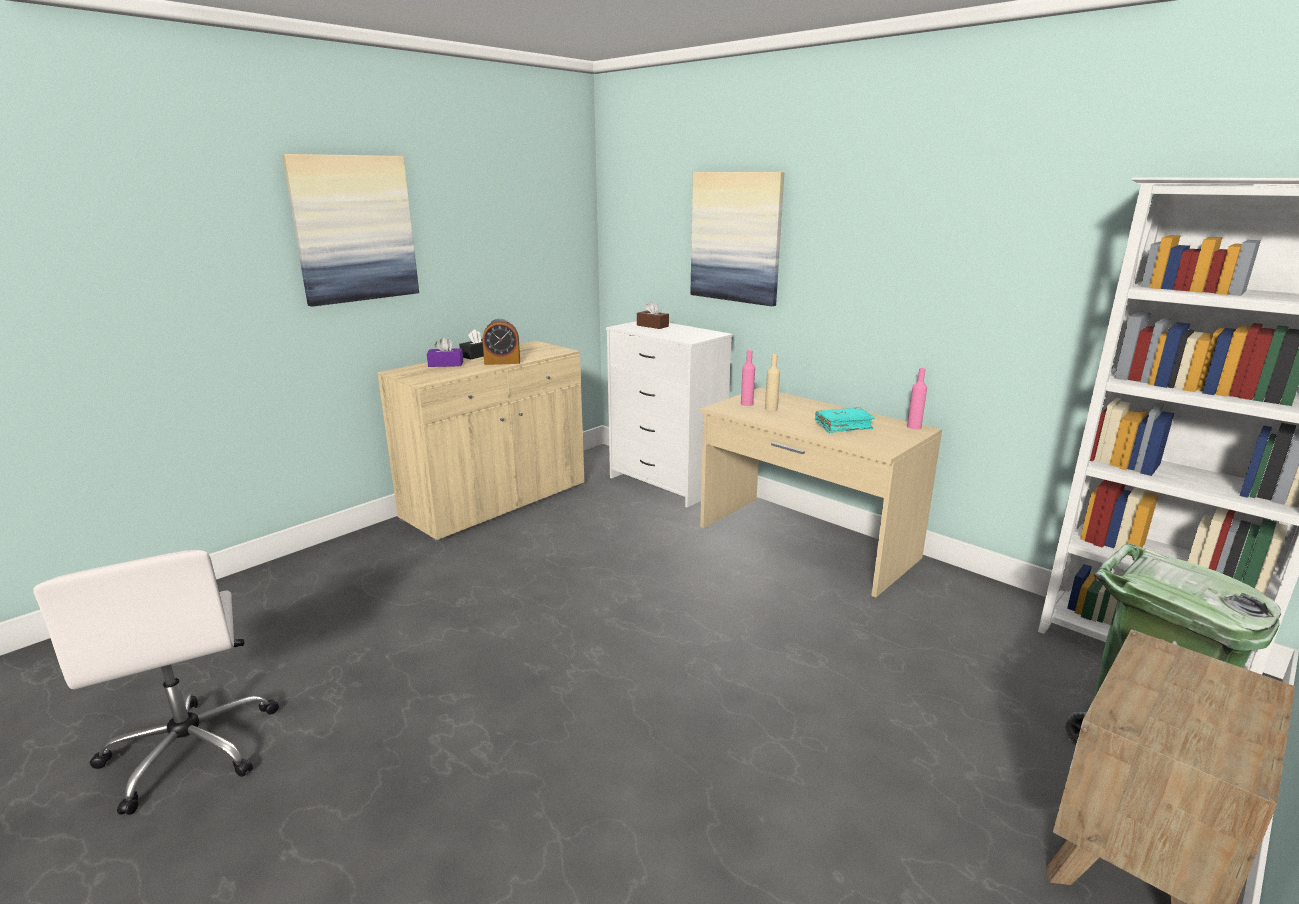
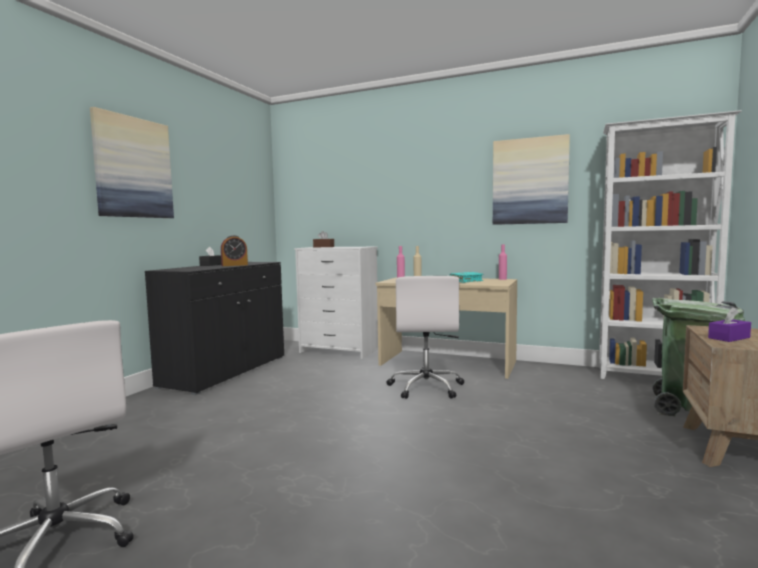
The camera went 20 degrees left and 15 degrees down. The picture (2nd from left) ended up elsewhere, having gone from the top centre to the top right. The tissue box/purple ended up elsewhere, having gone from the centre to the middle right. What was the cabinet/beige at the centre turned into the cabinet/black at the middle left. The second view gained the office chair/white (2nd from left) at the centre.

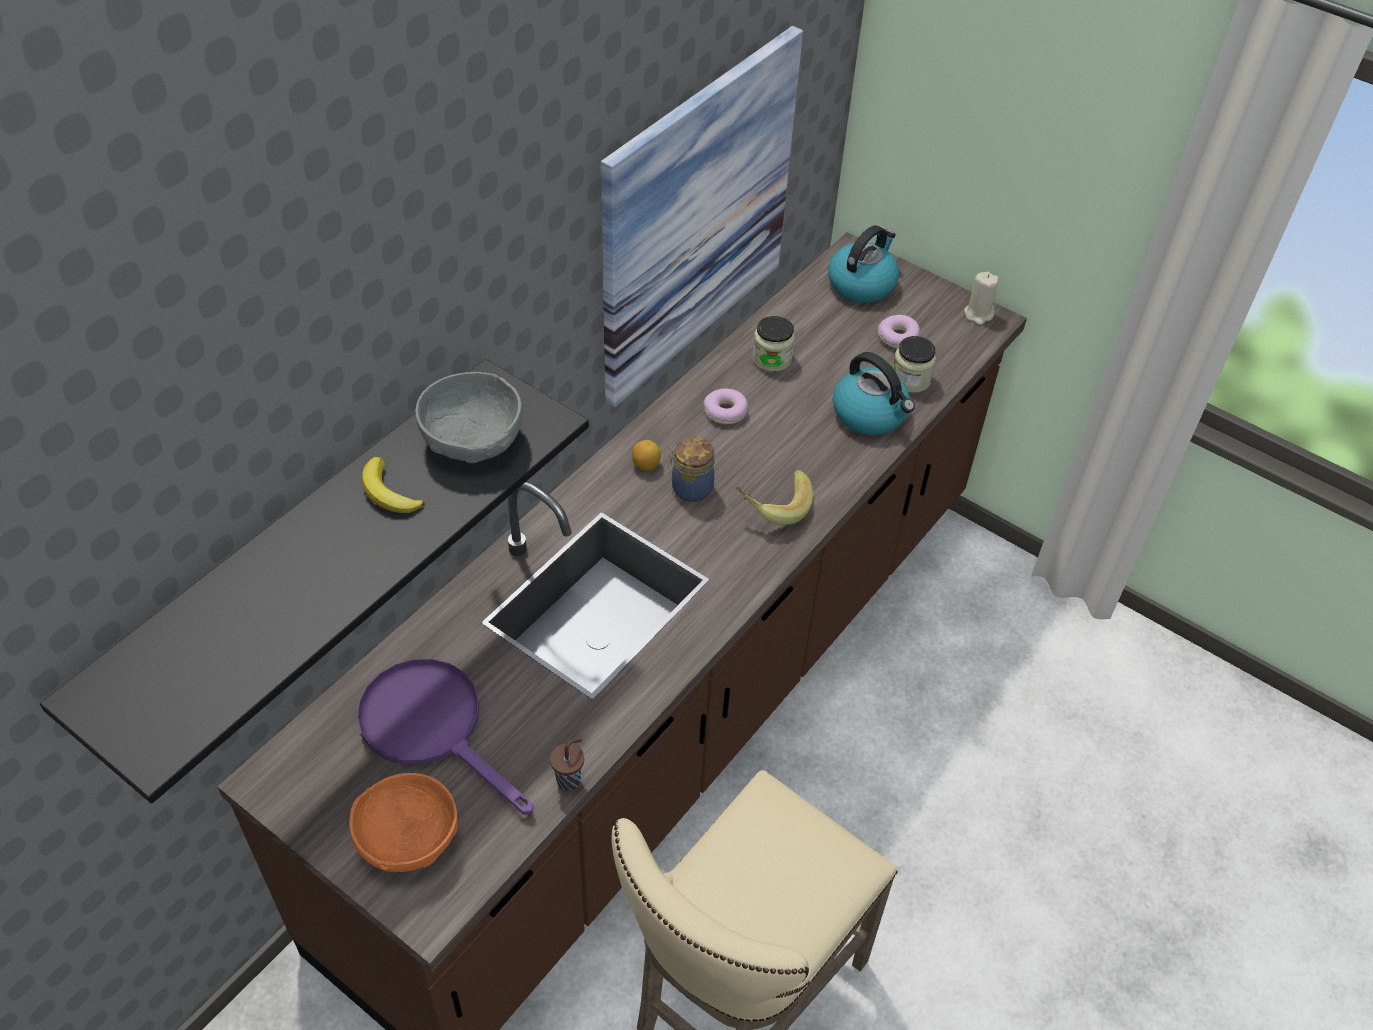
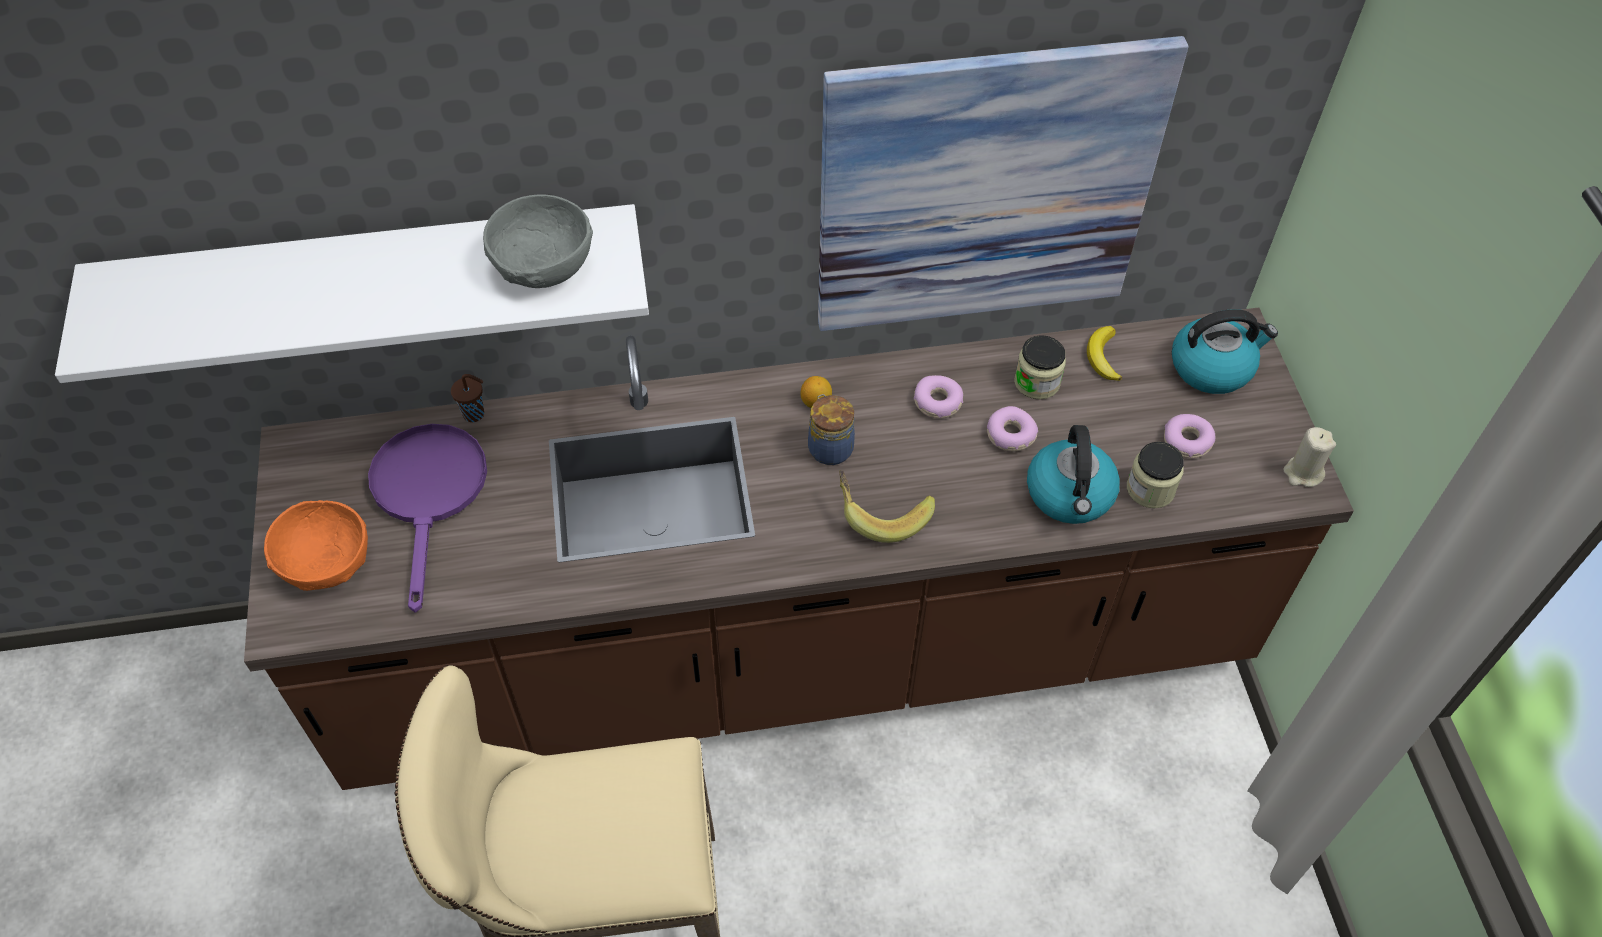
The camera went 45 degrees right and 5 degrees up. What was the shelf/black at the middle left turned into the shelf/white at the top left. The banana (1st from left in the first image) ended up elsewhere, having gone from the middle left to the middle right. The cup/brown ended up elsewhere, having gone from the bottom centre to the middle left. The second view gained the donut (2nd from left) at the centre.

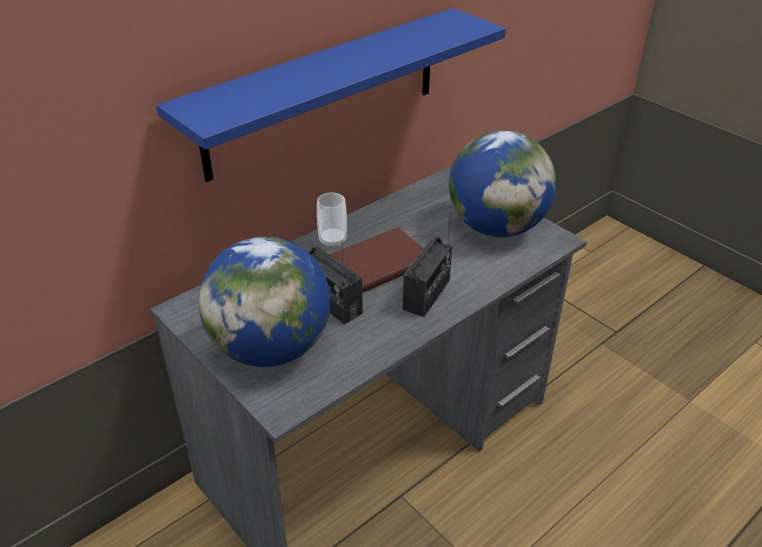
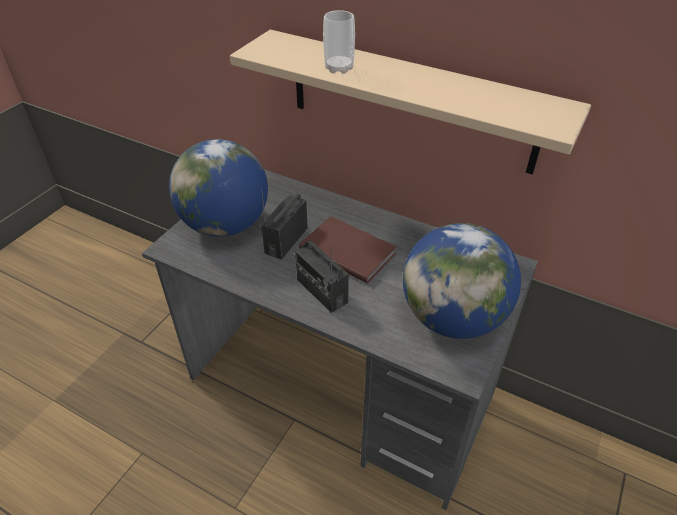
The camera went 70 degrees right and 5 degrees up. What was the shelf/blue at the top centre turned into the shelf/beige at the top centre. The cup ended up elsewhere, having gone from the centre to the top centre. The radio (2nd from left) at the centre ended up facing another way, 45 degrees clockwise from before.

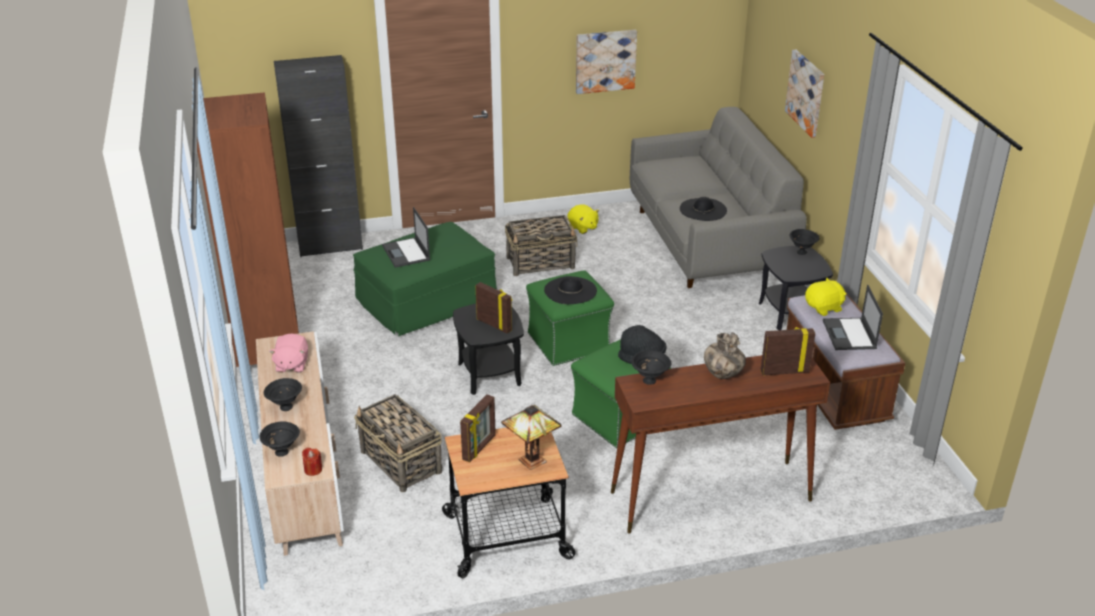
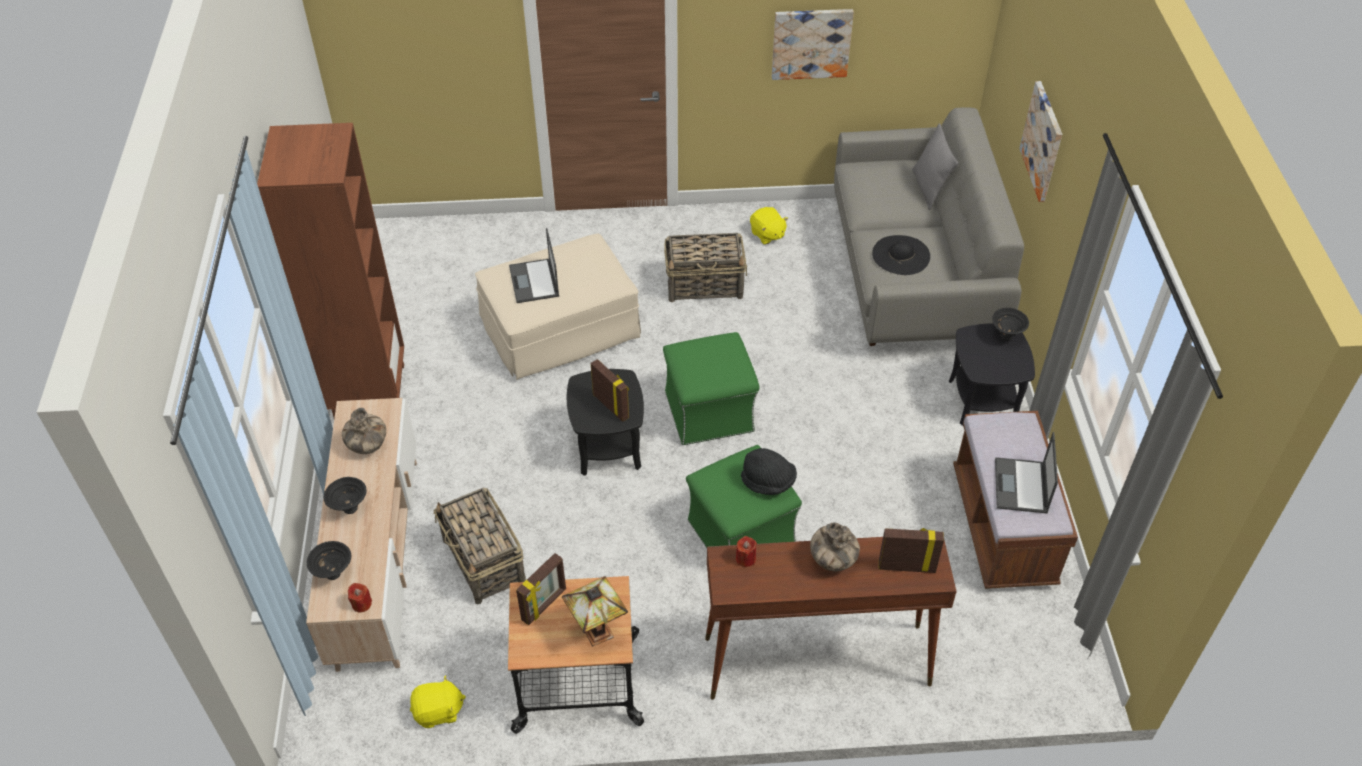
The camera went 10 degrees right and 15 degrees up. The second view lost the cabinet/black at the top left. What was the ottoman/green (1st from left) at the centre turned into the ottoman/beige at the centre. The second view lost the hat/black (1st from left) at the centre. The plush toy/yellow (2nd from left in the first image) ended up elsewhere, having gone from the middle right to the bottom left. Where the plush toy/pink stood at the middle left, the vase (1st from left) came to stand at the middle left. Where the bowl/black (3rd from left) stood at the centre, the candle/red (2nd from left) came to stand at the bottom centre. The second view gained the pillow/grey at the top right.

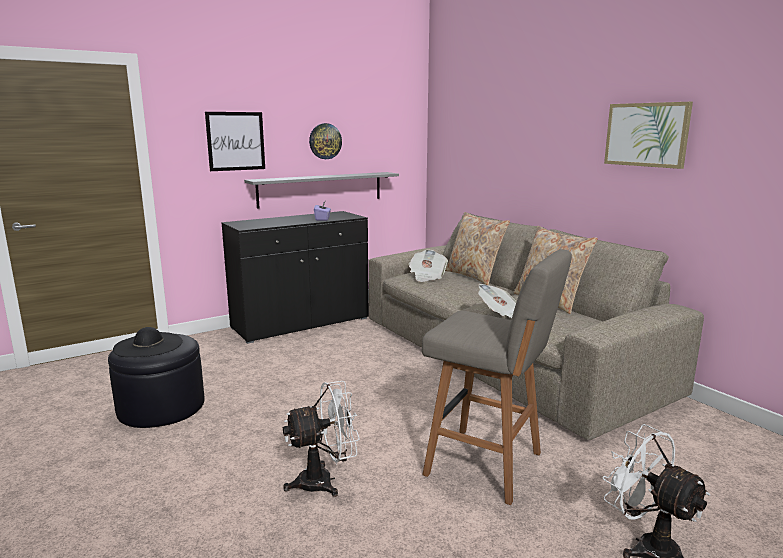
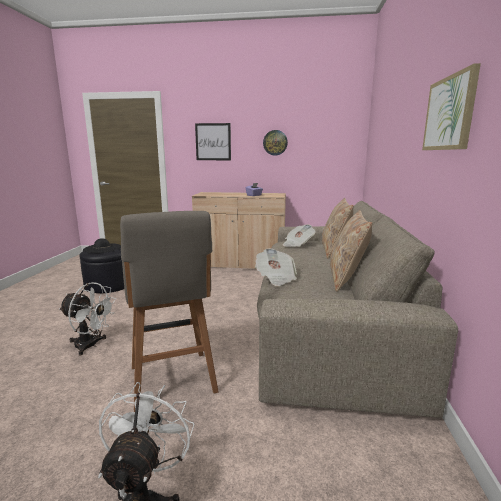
The camera went 40 degrees right and 0 degrees up. The second view lost the shelf/grey at the centre. What was the cabinet/black at the centre turned into the cabinet/beige at the centre.

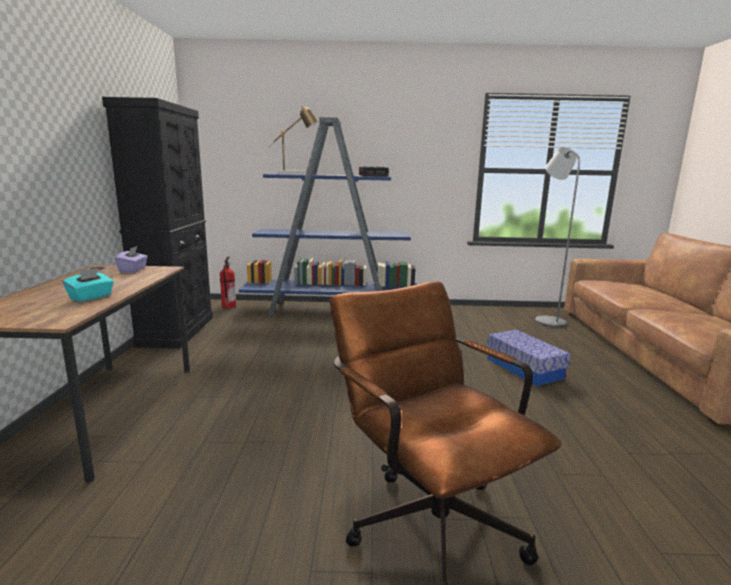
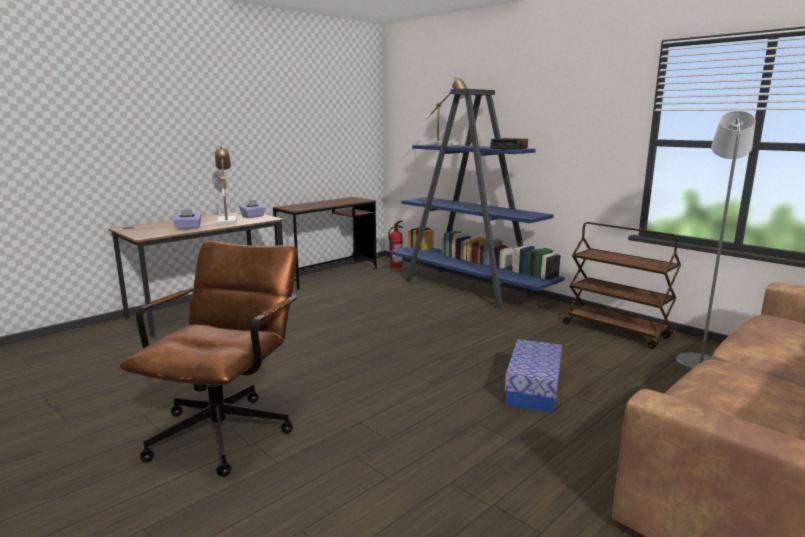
The camera went 45 degrees right and 0 degrees up. Where the cabinet/black stood at the middle left, the desk/brown (2nd from left) came to stand at the centre. What was the tissue box/turquoise at the middle left turned into the tissue box/purple (1st from left) at the middle left. The second view gained the table lamp (1st from left) at the middle left. The second view gained the cart/brown at the middle right.

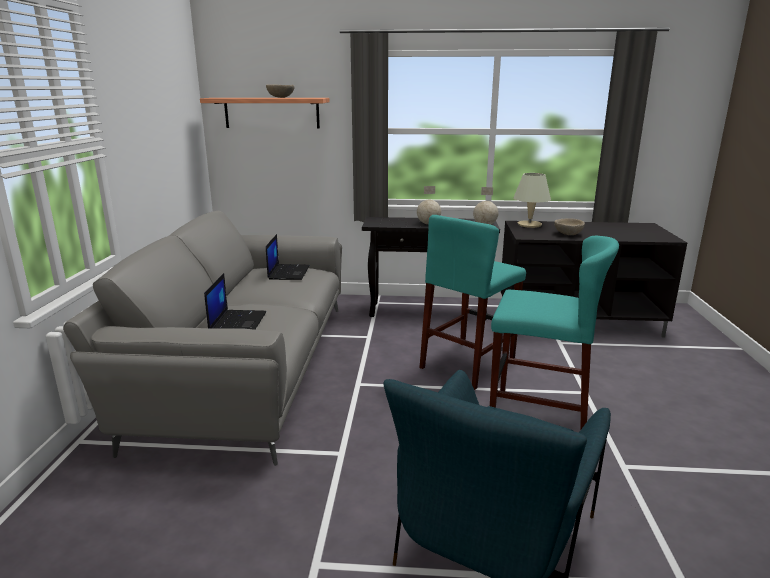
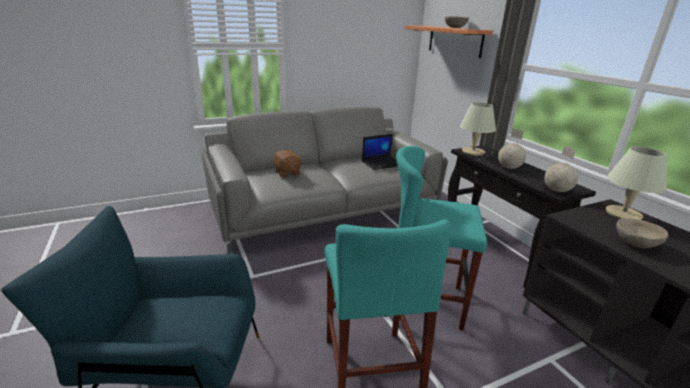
The camera went 60 degrees right and 5 degrees up. Where the laptop (1st from left) stood at the middle left, the plush toy/brown came to stand at the centre. The second view gained the table lamp/beige (1st from left) at the top right.

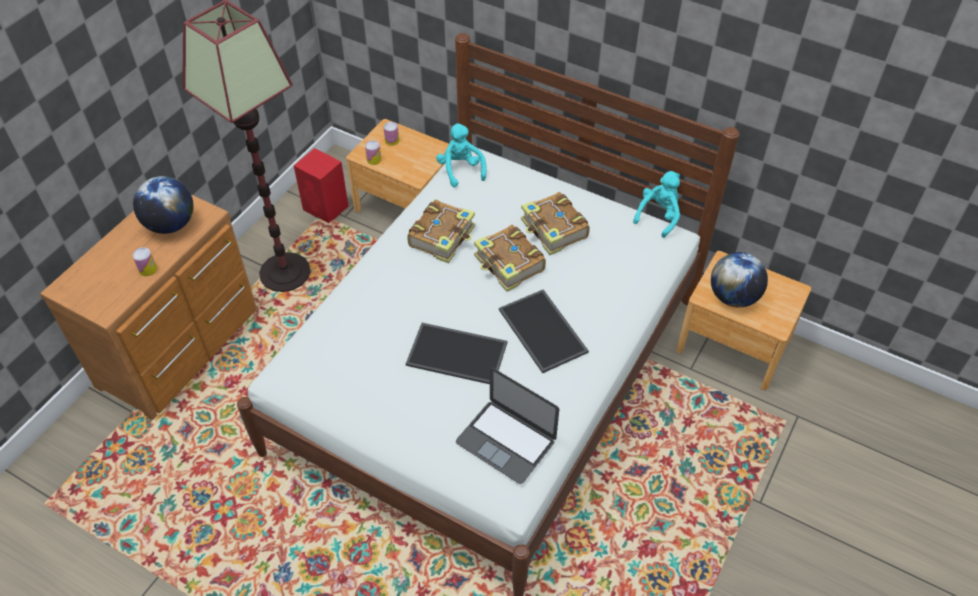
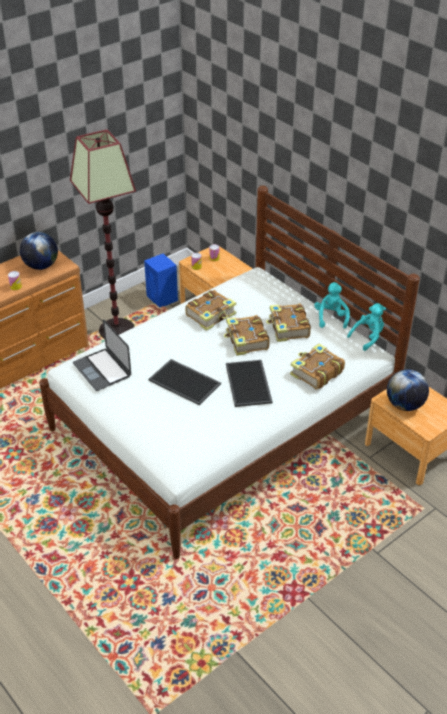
The camera went 20 degrees right and 10 degrees down. The plush toy/turquoise (1st from left) ended up elsewhere, having gone from the top centre to the middle right. What was the speaker/red at the top left turned into the speaker/blue at the centre. The laptop ended up elsewhere, having gone from the bottom centre to the middle left. The second view gained the book (4th from left) at the middle right.

